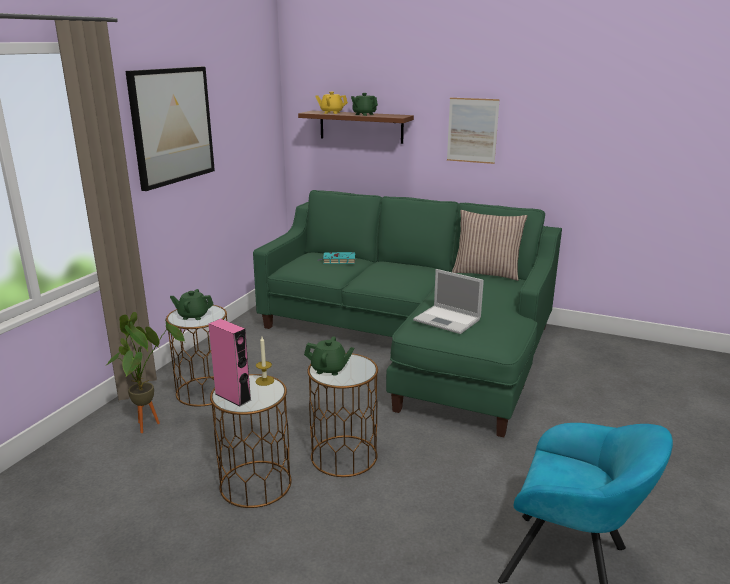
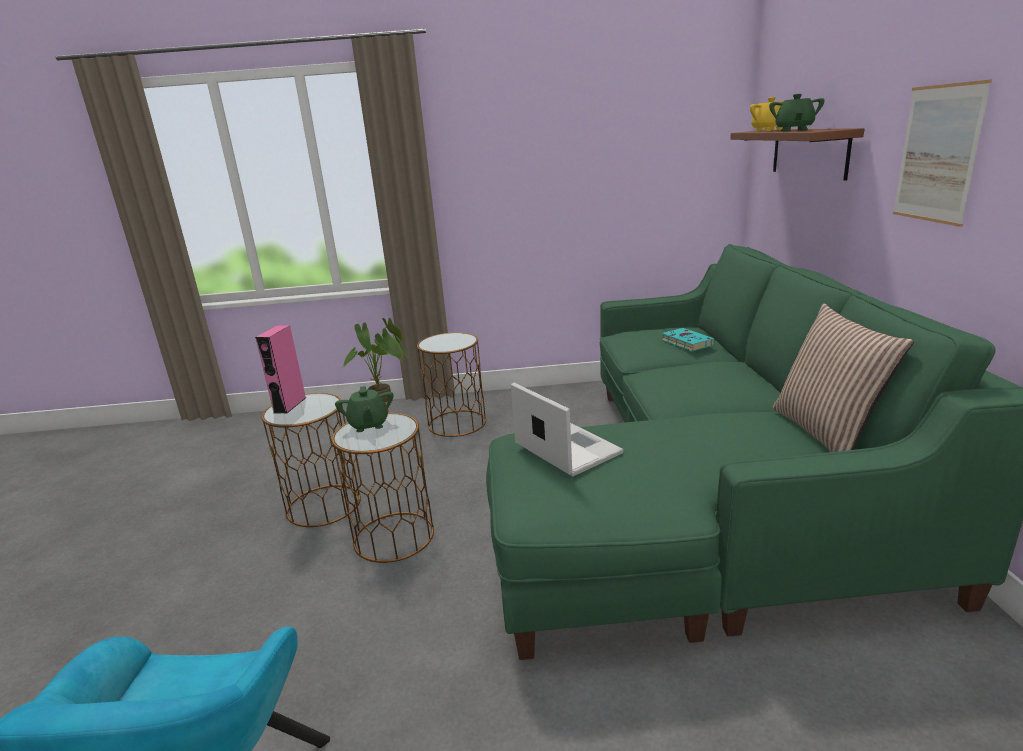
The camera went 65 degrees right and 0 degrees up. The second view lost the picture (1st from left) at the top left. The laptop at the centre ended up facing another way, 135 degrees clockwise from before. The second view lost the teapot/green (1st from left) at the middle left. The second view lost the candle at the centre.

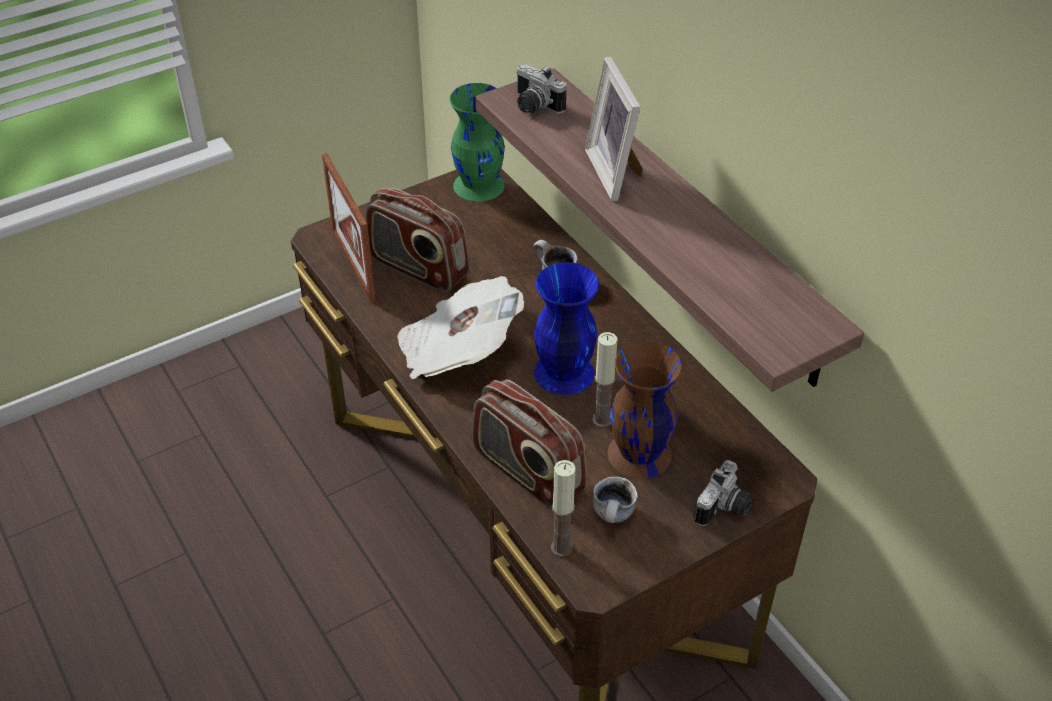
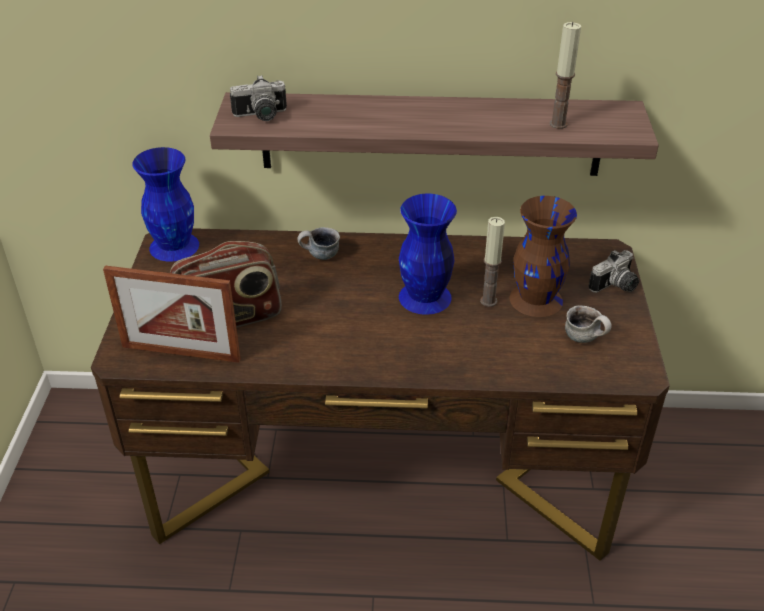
The camera went 55 degrees left and 5 degrees down. The second view lost the picture frame (2nd from left) at the top centre. What was the vase/green at the top centre turned into the vase/blue (1st from left) at the middle left. The second view lost the newspaper at the centre. The second view lost the radio (2nd from left) at the centre. The candle (1st from left in the first image) ended up elsewhere, having gone from the bottom centre to the top right. The photo camera (2nd from left) at the bottom right ended up facing another way, 75 degrees clockwise from before.

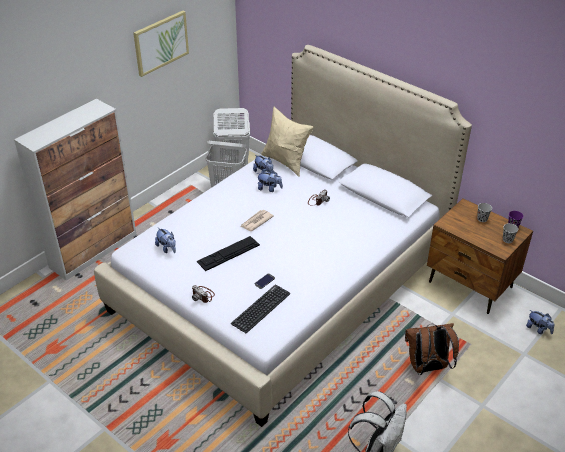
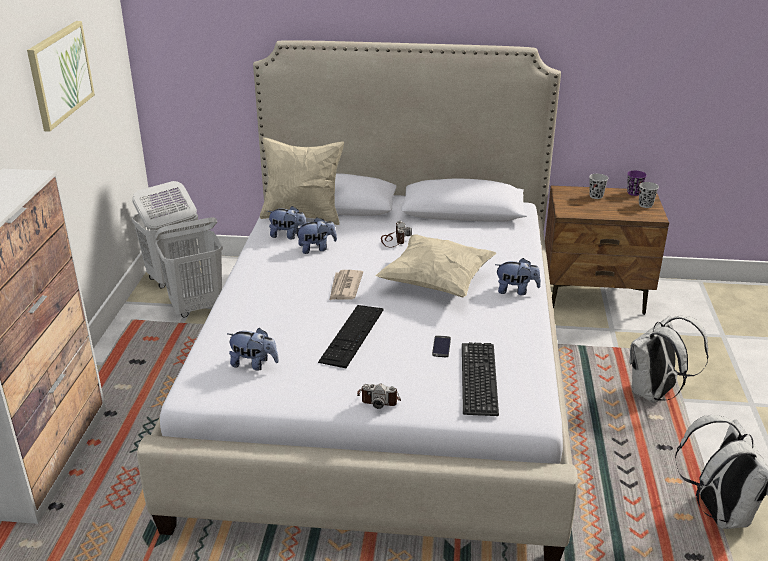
The camera went 35 degrees left and 10 degrees down. The plush toy (4th from left) ended up elsewhere, having gone from the bottom right to the middle right. What was the backpack/brown at the bottom right turned into the backpack/white (1st from left) at the middle right. The second view gained the pillow/beige (2nd from left) at the centre.

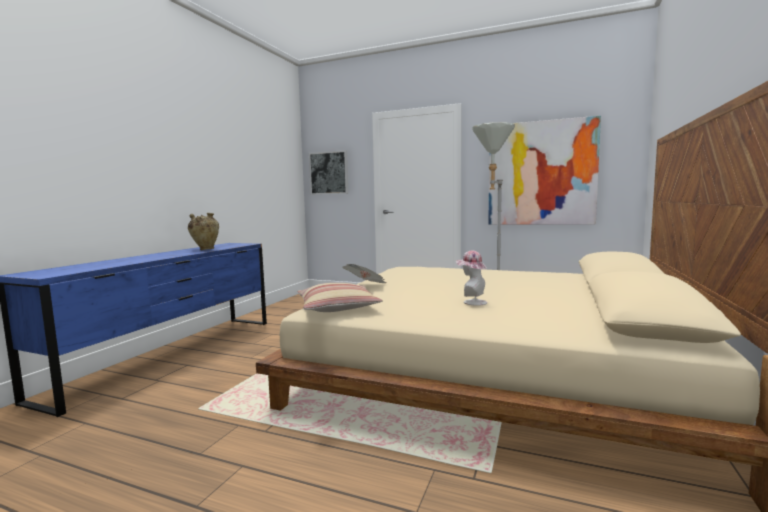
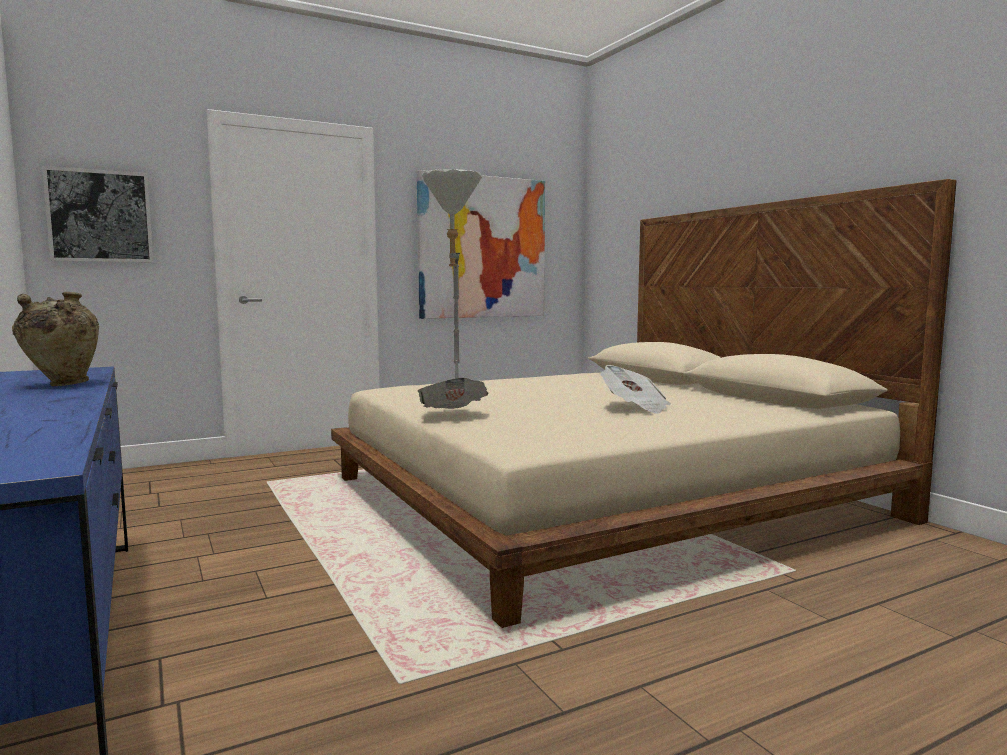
The camera went 50 degrees left and 0 degrees up. Where the hat stood at the centre, the newspaper (2nd from left) came to stand at the centre. The second view lost the pillow at the centre.

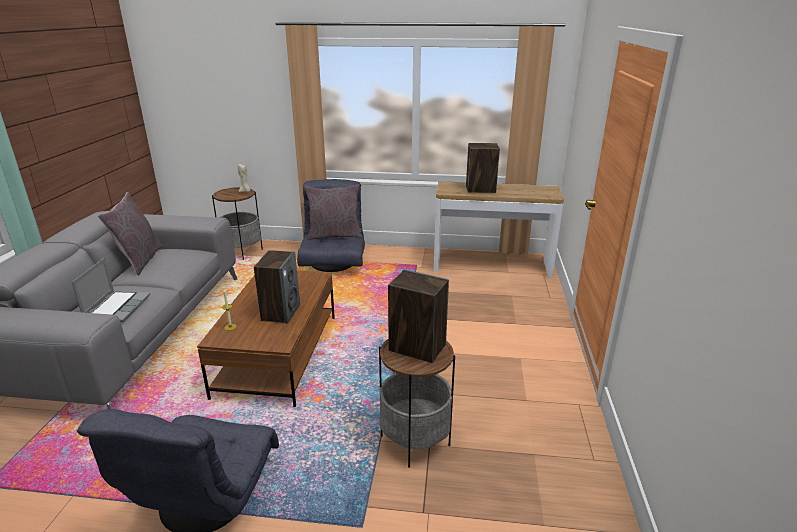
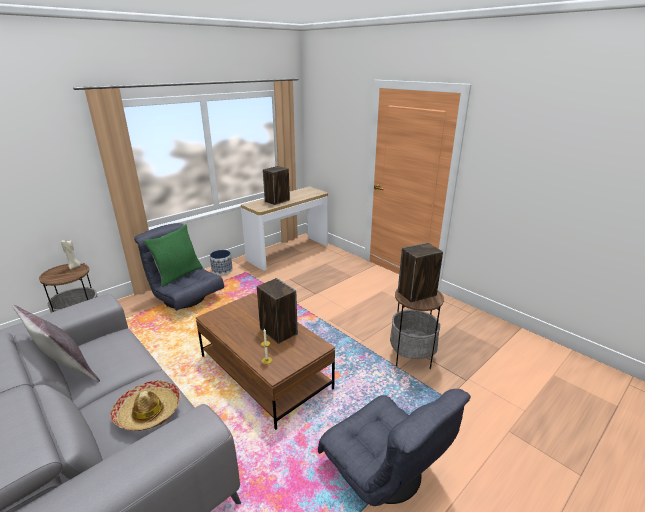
The camera went 50 degrees left and 0 degrees up. What was the pillow/grey (2nd from left) at the centre turned into the pillow/green at the middle left. Where the laptop stood at the middle left, the hat came to stand at the bottom left. The second view gained the planter at the centre.

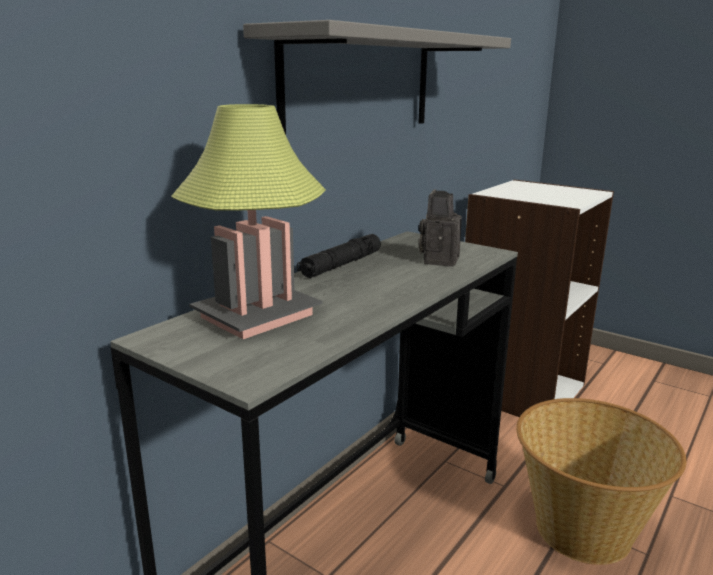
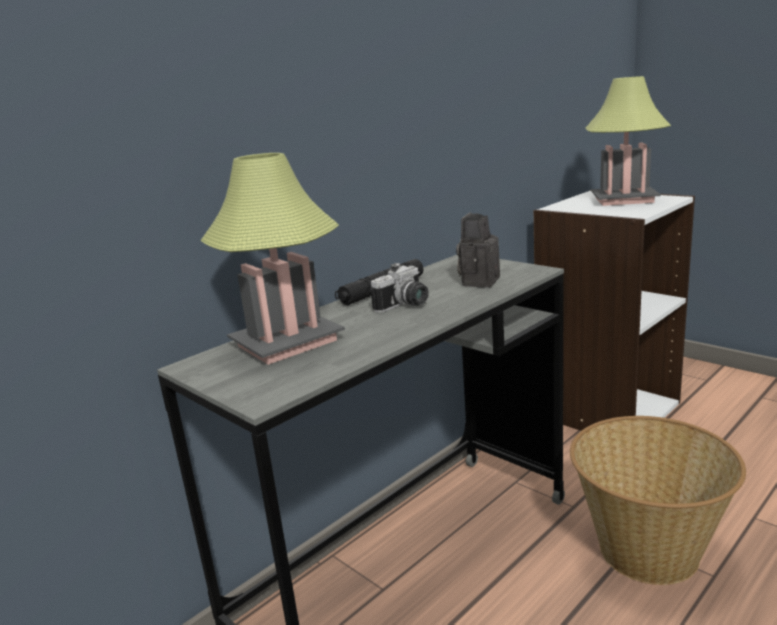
The camera went 10 degrees right and 0 degrees up. The second view lost the shelf/grey at the top centre. The second view gained the table lamp (2nd from left) at the top right. The second view gained the photo camera (1st from left) at the centre.

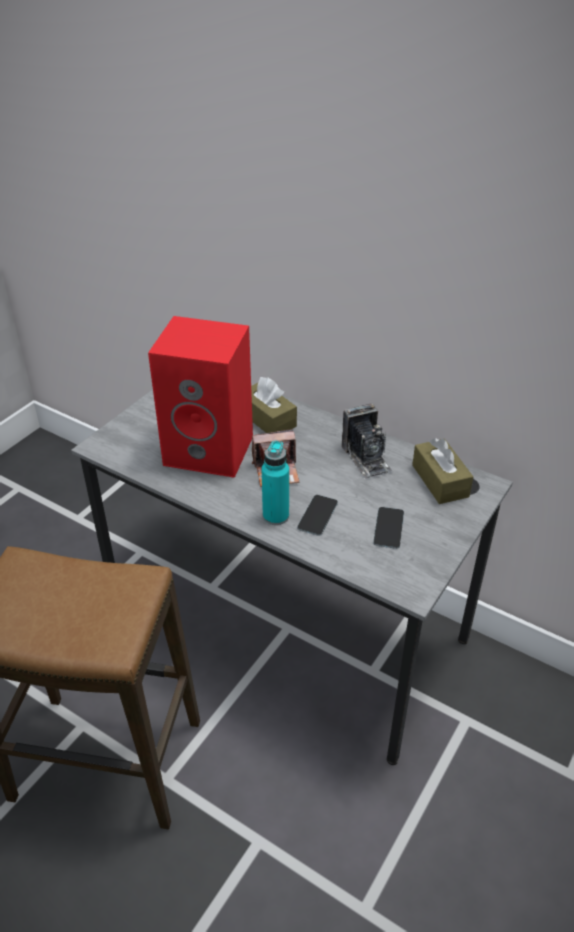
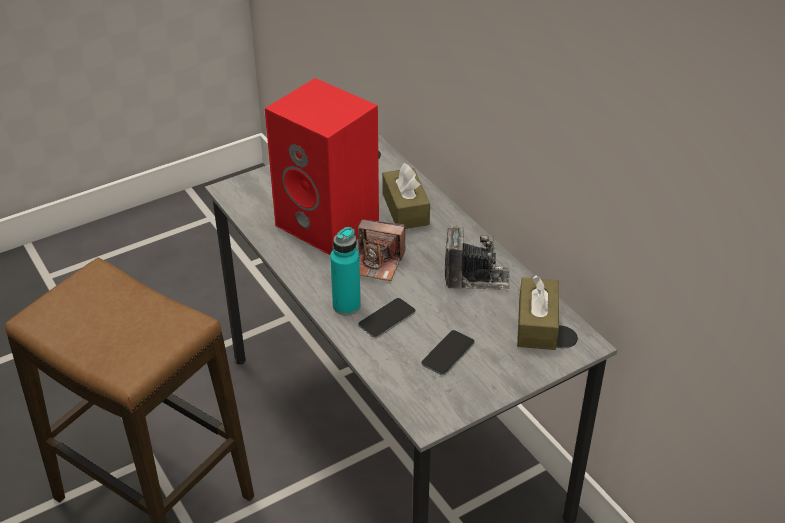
The camera went 25 degrees right and 0 degrees up. The photo camera (2nd from left) at the centre ended up facing another way, 90 degrees counterclockwise from before.

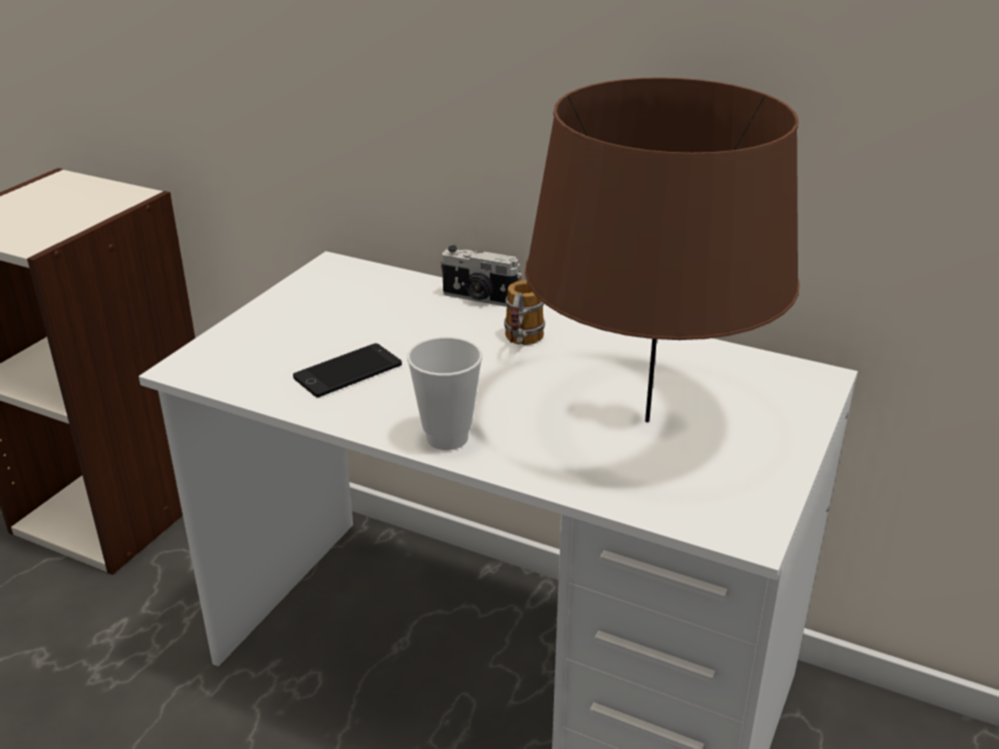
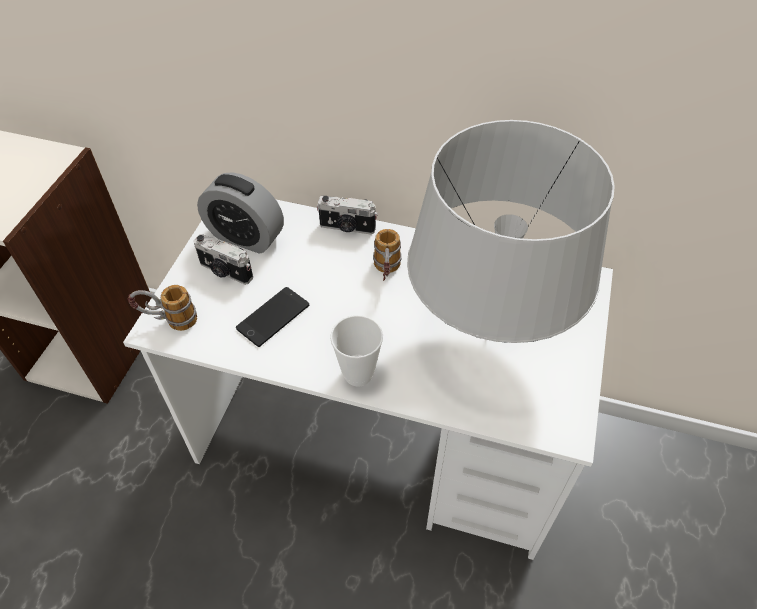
The camera went 10 degrees left and 20 degrees up. What was the table lamp/brown at the top centre turned into the table lamp/grey at the middle right. The second view gained the alarm clock at the middle left. The second view gained the photo camera (1st from left) at the middle left. The second view gained the mug (1st from left) at the middle left.

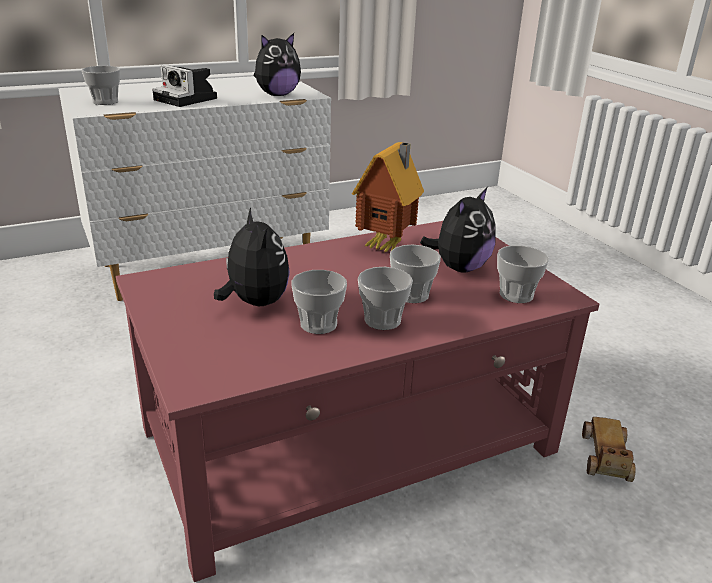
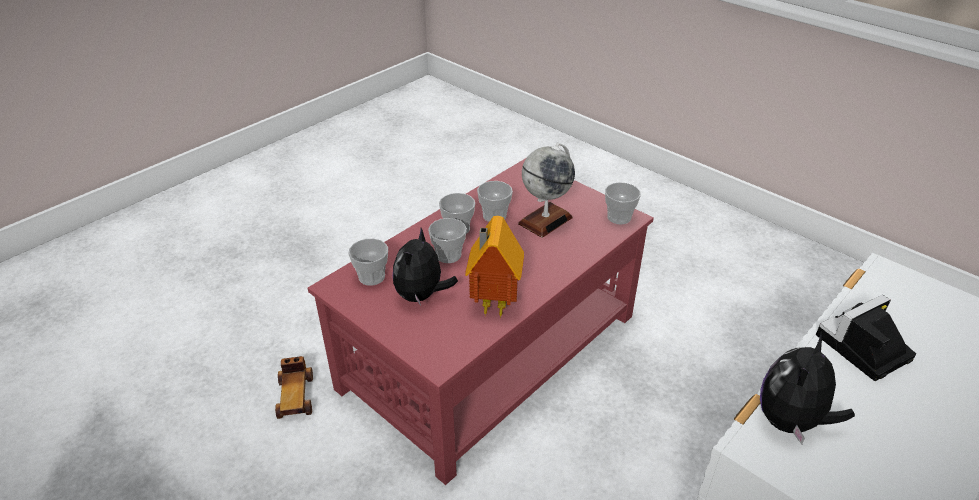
The camera went 160 degrees right and 10 degrees up. The photo camera at the top left ended up facing another way, 45 degrees counterclockwise from before. The cup (1st from left in the first image) ended up elsewhere, having gone from the top left to the centre. Where the plush toy (1st from left) stood at the centre, the globe came to stand at the centre.

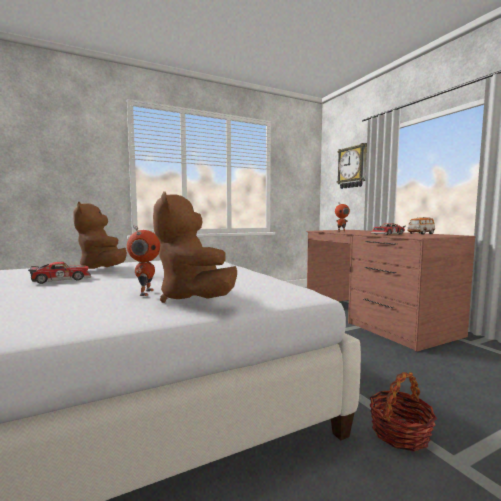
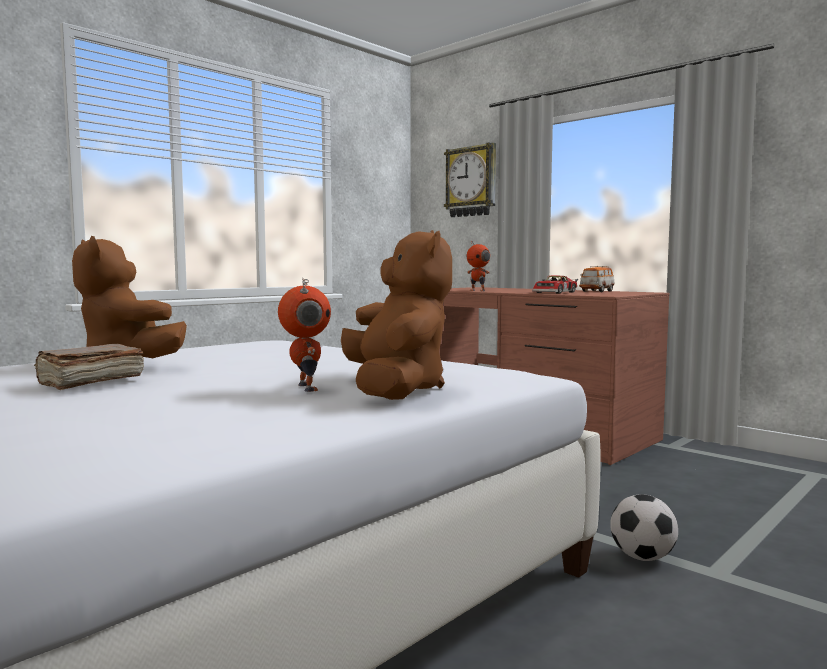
The camera went 20 degrees left and 0 degrees up. The plush toy/brown (2nd from left) at the centre ended up facing another way, 150 degrees counterclockwise from before. Where the toy car (1st from left) stood at the middle left, the book/brown came to stand at the middle left. Where the basket stood at the bottom right, the football came to stand at the bottom right.

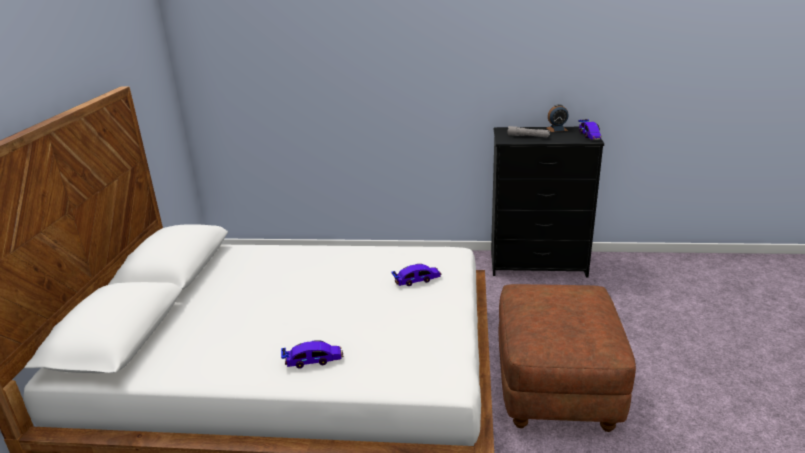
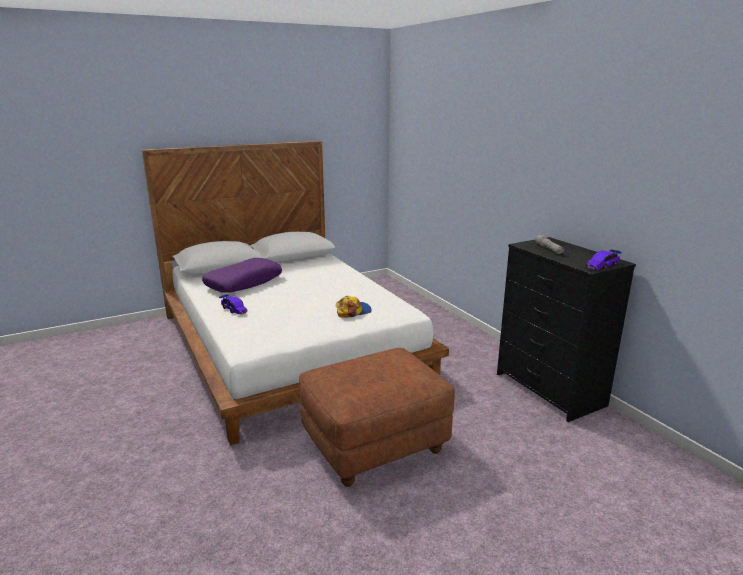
The camera went 55 degrees right and 5 degrees down. The second view lost the alarm clock at the top right. Where the toy car (2nd from left) stood at the centre, the cap came to stand at the centre. The second view gained the pillow/purple at the middle left.

